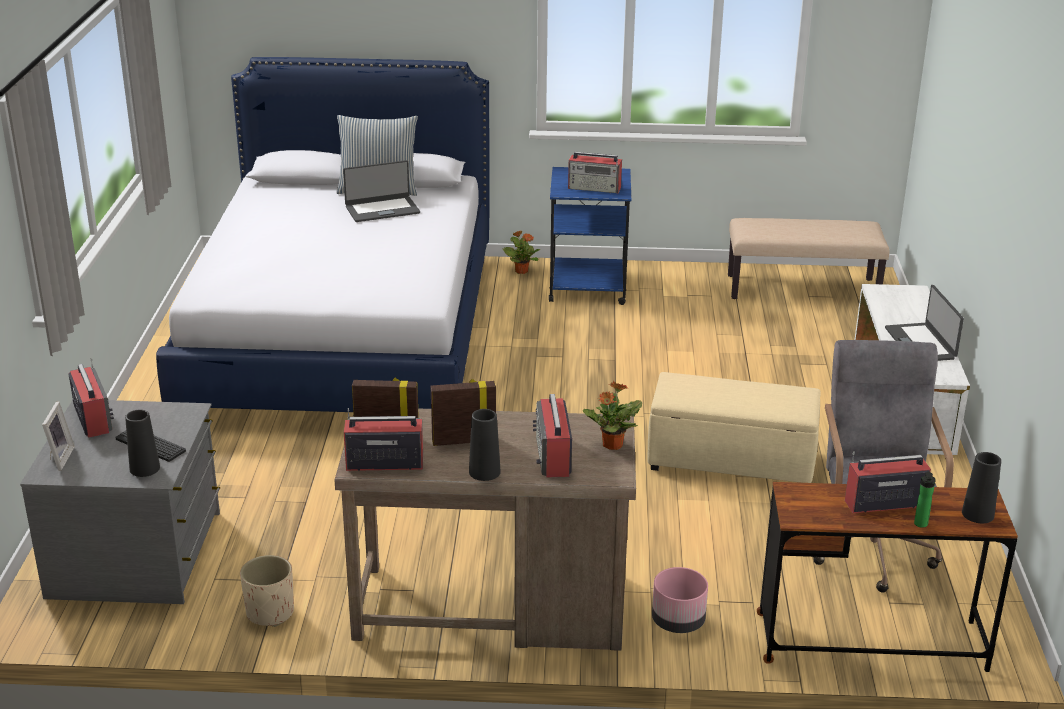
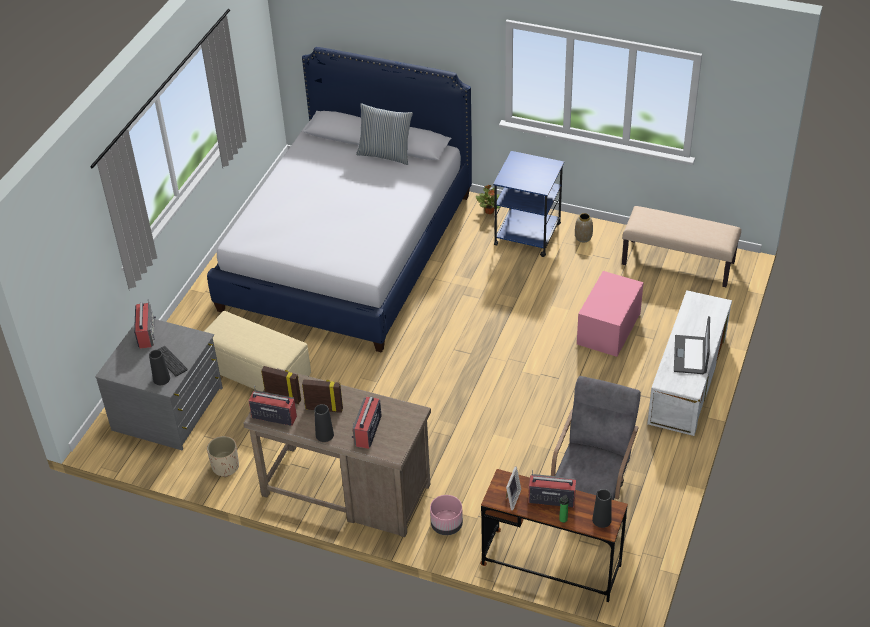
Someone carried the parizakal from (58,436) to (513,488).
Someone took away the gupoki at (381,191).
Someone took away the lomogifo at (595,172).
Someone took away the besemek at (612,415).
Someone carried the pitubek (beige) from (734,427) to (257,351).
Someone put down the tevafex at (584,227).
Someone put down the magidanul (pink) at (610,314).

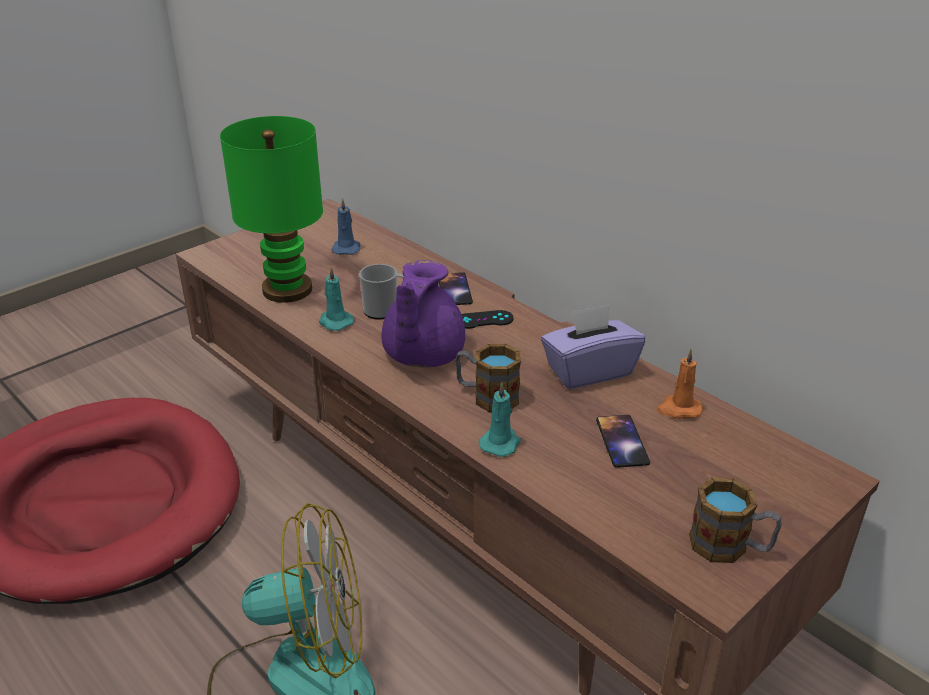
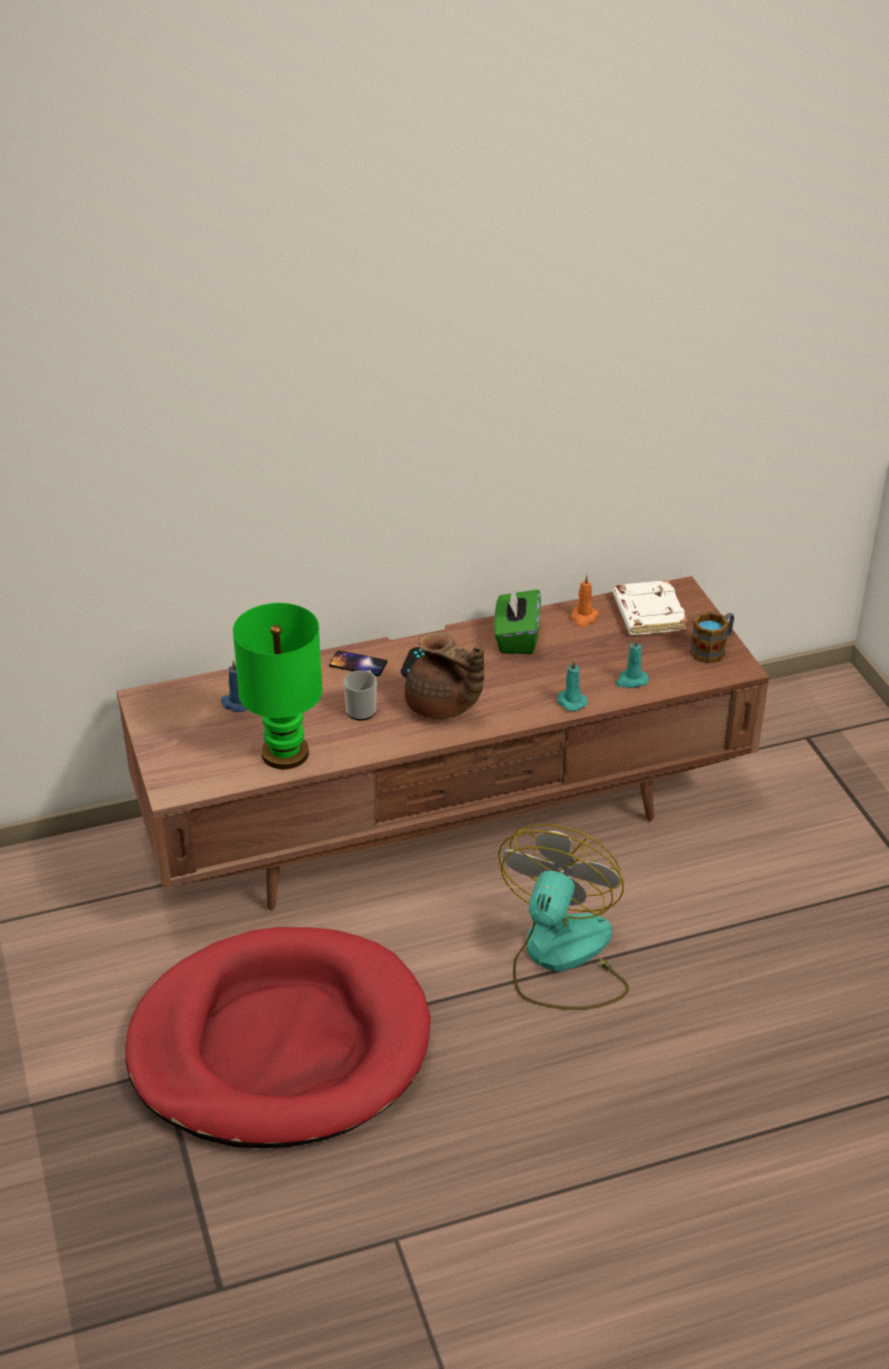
Someone carried the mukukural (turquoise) from (336,299) to (632,662).
Someone repainted the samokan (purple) at (423,313), which became the samokan (brown) at (444,675).
Someone took away the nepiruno at (488,378).
Someone repainted the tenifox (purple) at (593,346), which became the tenifox (green) at (517,620).
Someone took away the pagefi at (623,441).
Someone put down the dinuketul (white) at (650,607).

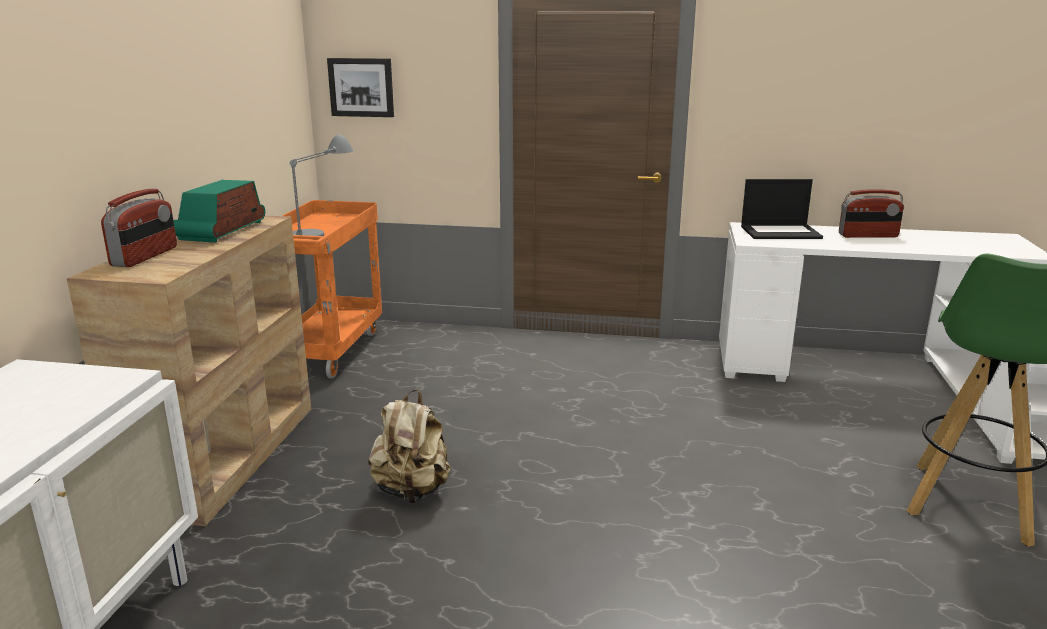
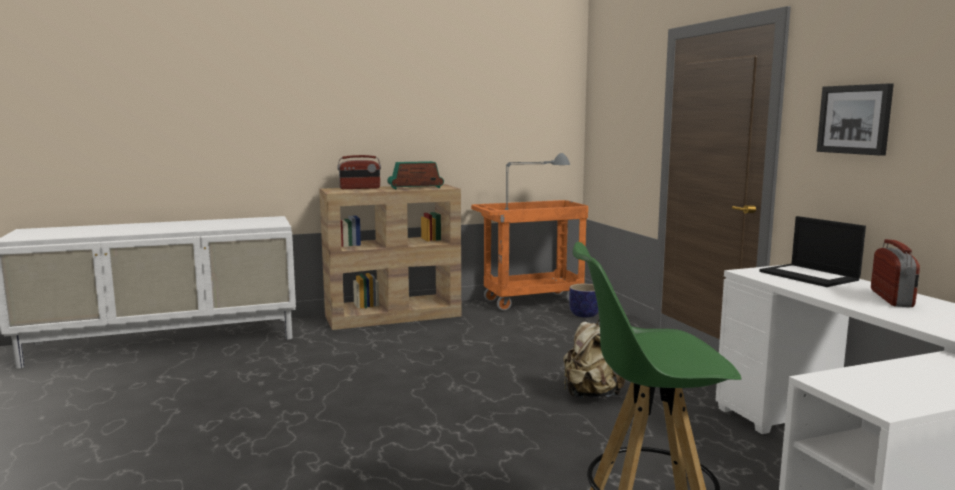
Someone carried the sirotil from (360,87) to (855,119).
Someone carried the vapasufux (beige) from (409,446) to (594,359).
Someone rotated the lomogifo at (871,213) by 135 degrees counterclockwise.
Someone put down the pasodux at (584,301).

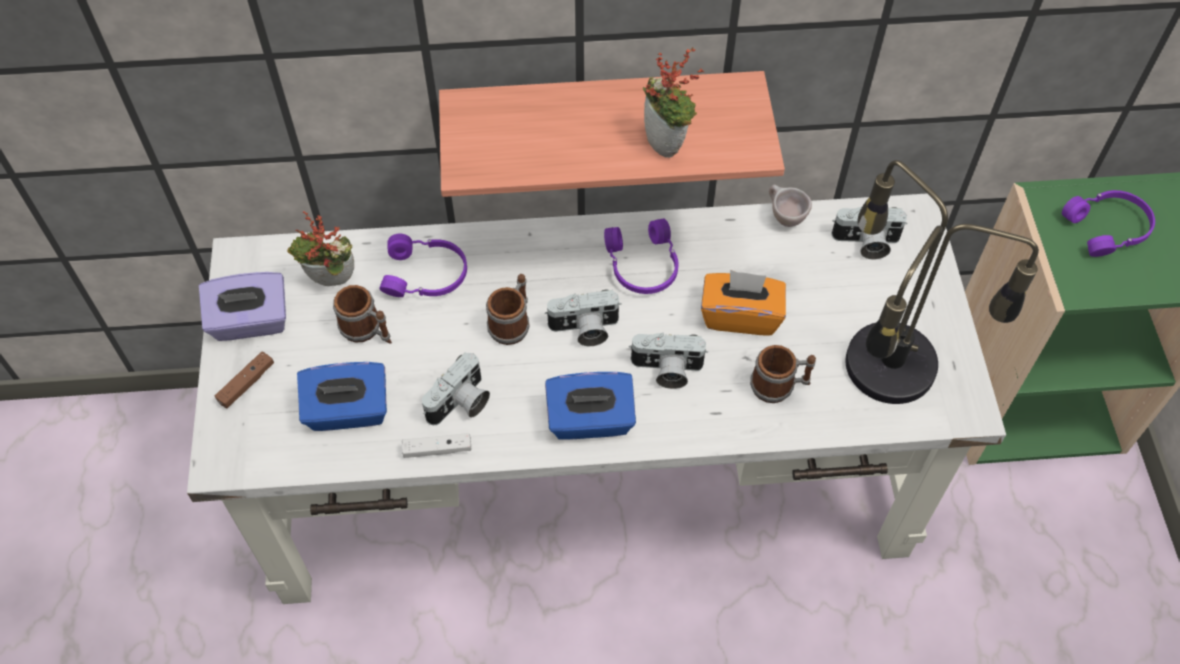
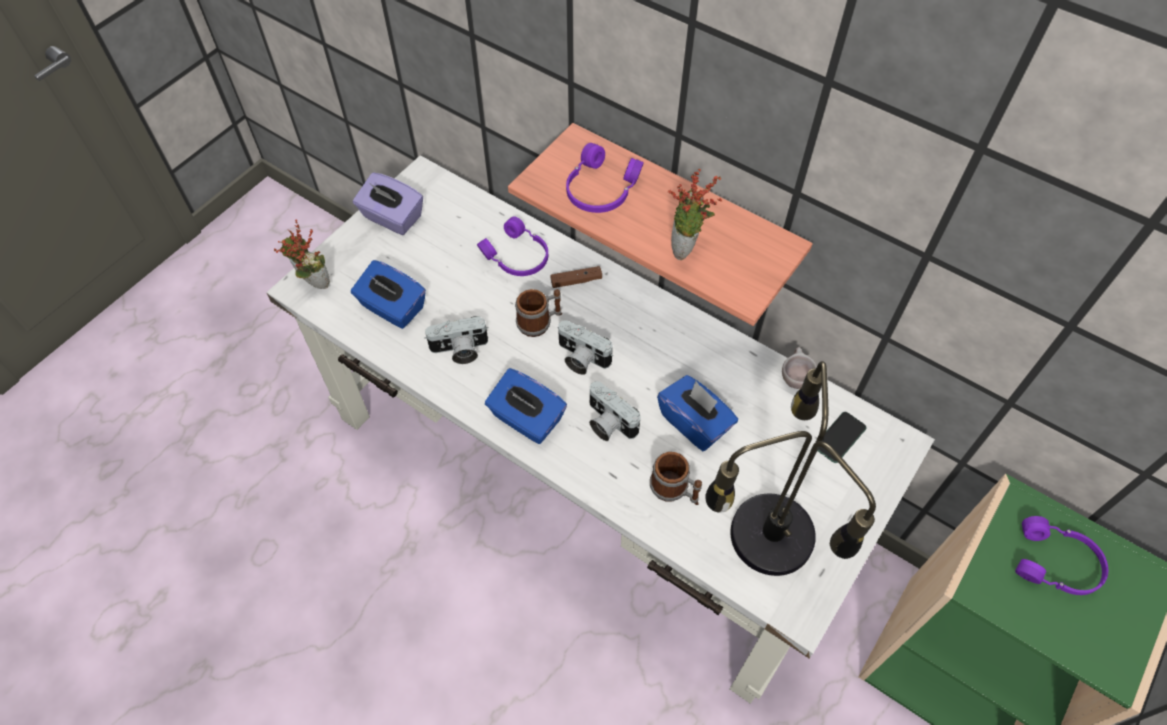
Someone carried the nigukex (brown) from (244,380) to (576,277).
Someone carried the besemek from (320,248) to (302,254).
Someone took away the nepiruno at (362,314).
Someone took away the nigukex (white) at (436,445).
Someone carried the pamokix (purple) from (641,256) to (605,178).
Someone repainted the tenifox (orange) at (743,303), which became the tenifox (blue) at (697,413).
Someone swapped the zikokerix at (869,233) for the pagefi at (842,437).

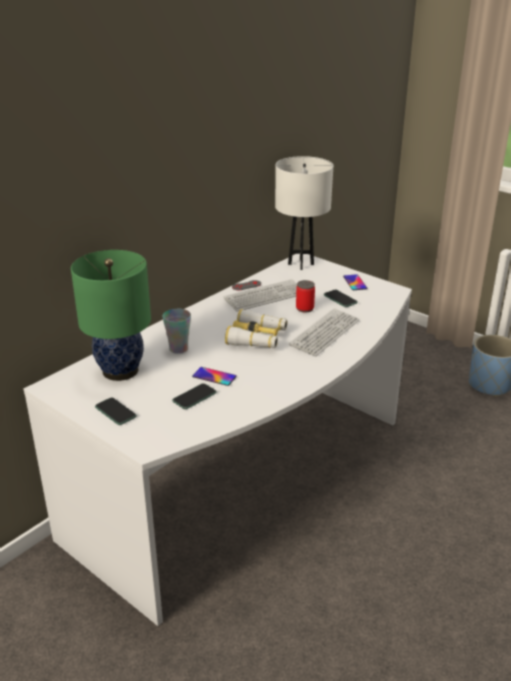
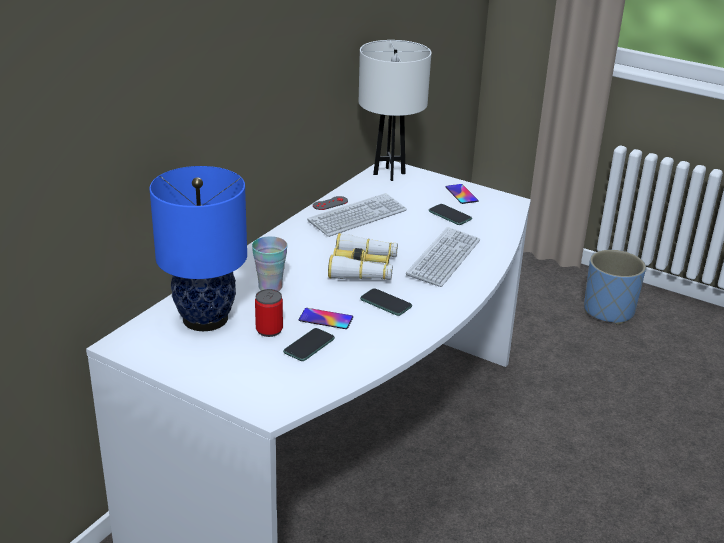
Someone repainted the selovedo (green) at (111,315), which became the selovedo (blue) at (198,248).
Someone carried the pagefi from (116,411) to (386,302).
Someone carried the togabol from (305,296) to (269,313).

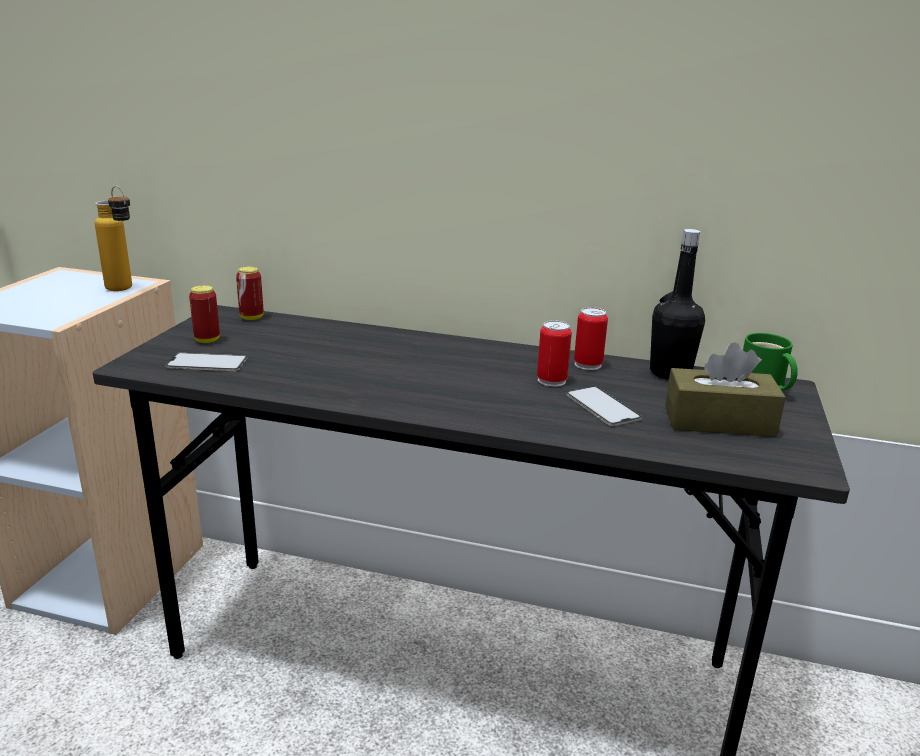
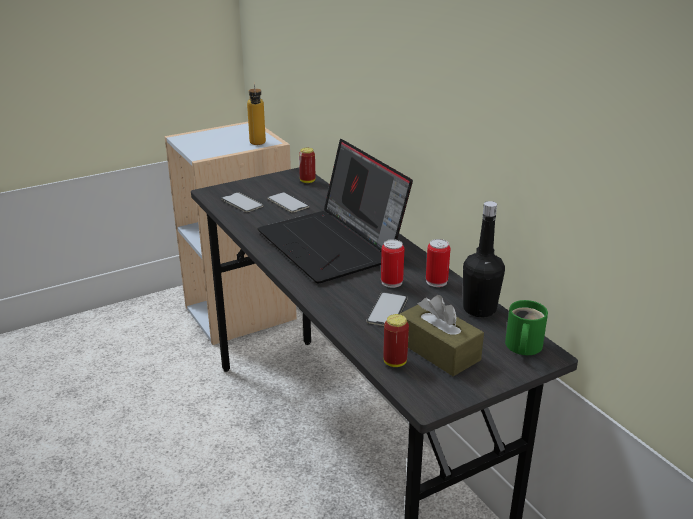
Someone carried the togabol from (204,314) to (396,340).
Someone put down the gupoki at (335,211).
Someone put down the pagefi at (288,202).

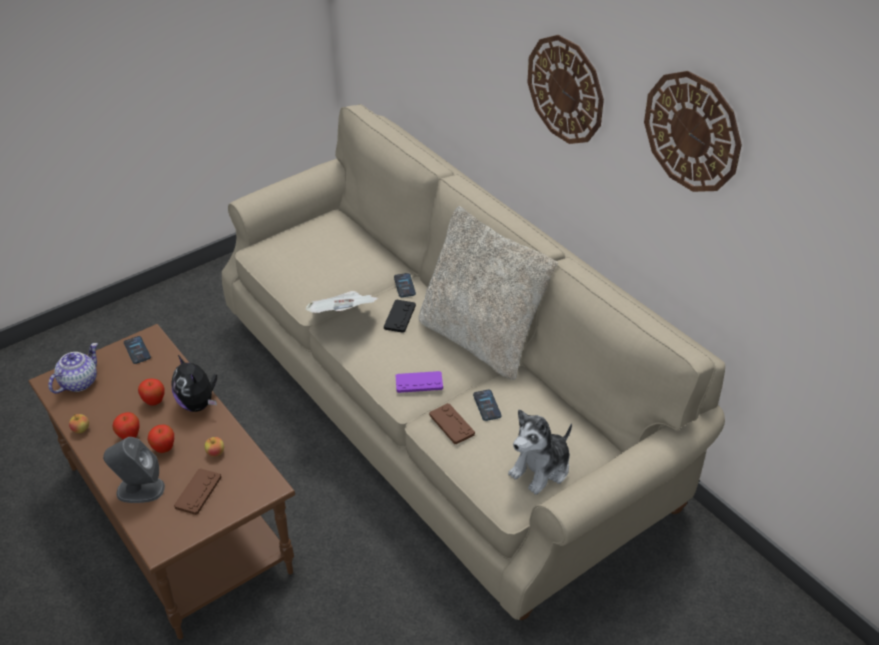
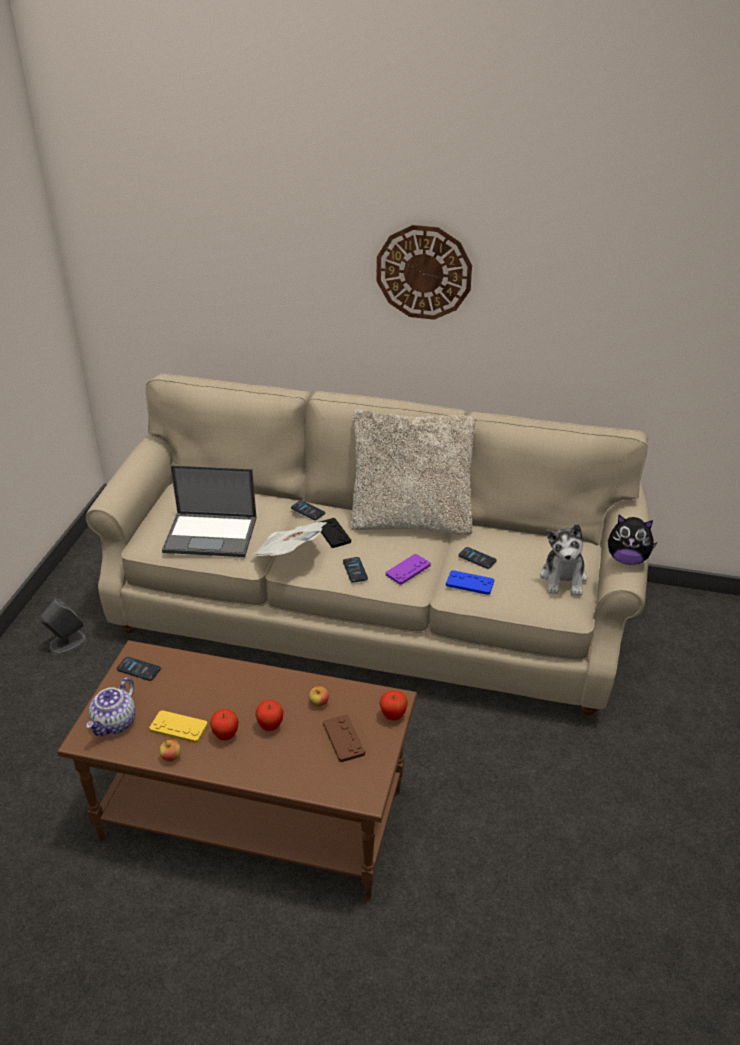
Someone rotated the samokan at (73,368) by 150 degrees counterclockwise.
Someone carried the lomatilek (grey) from (134,470) to (63,626).
Someone carried the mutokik from (151,392) to (393,705).
Someone carried the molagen from (194,383) to (633,540).
Someone repainted the nigukex (brown) at (452,423), which became the nigukex (blue) at (470,582).
Someone took away the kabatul at (693,131).
Someone put down the nigukex (yellow) at (178,726).
Someone put down the gupoki at (209,511).
Someone put down the pagefi at (355,570).

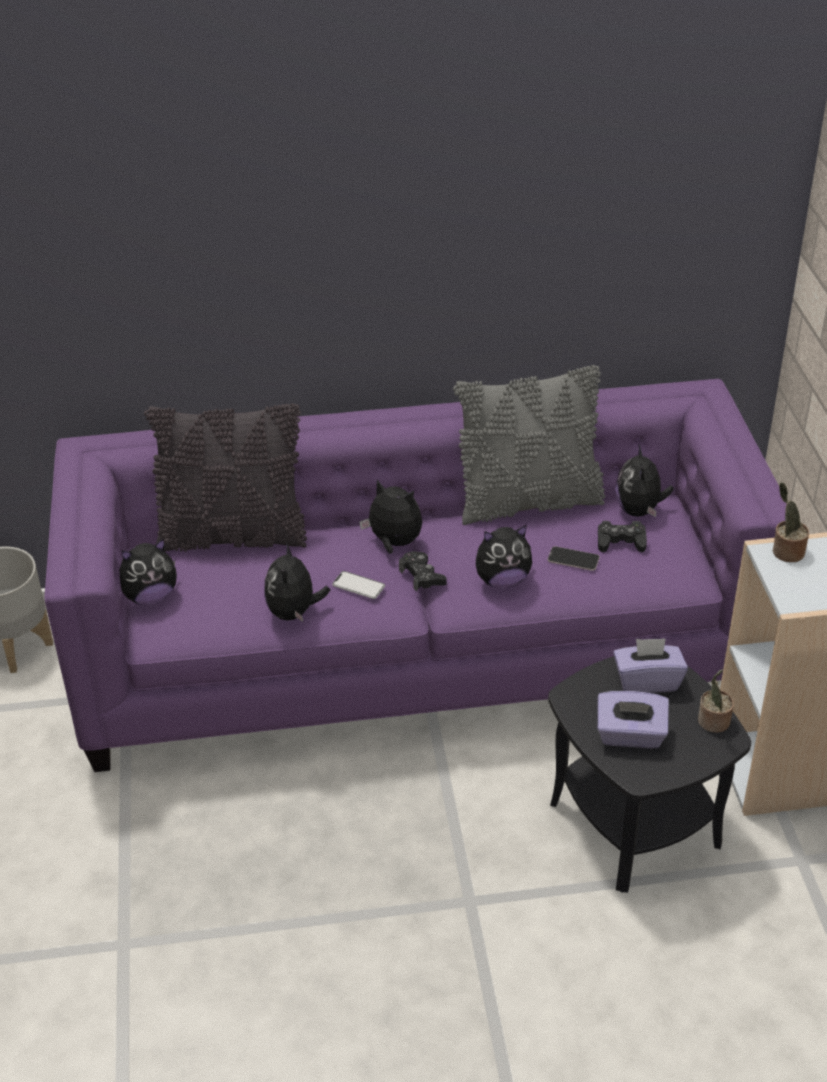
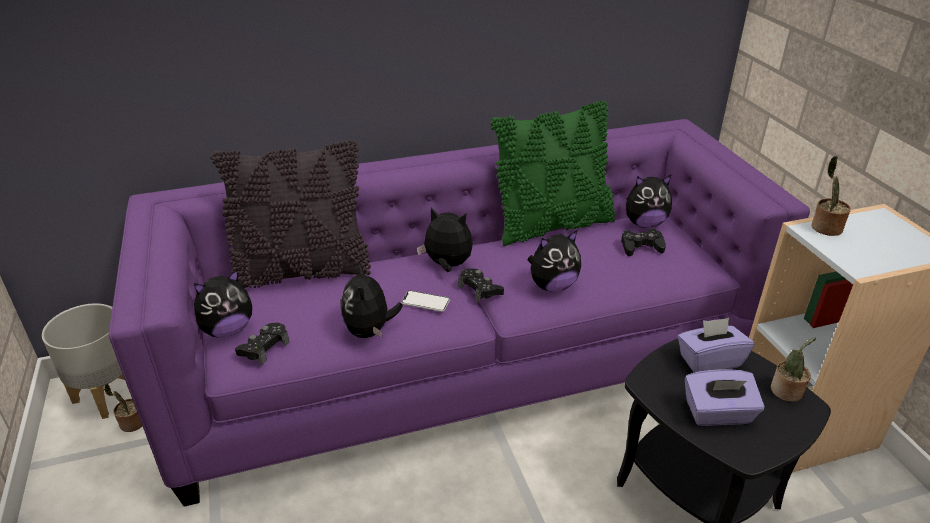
Someone repainted the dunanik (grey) at (529,445), which became the dunanik (green) at (552,173).
Someone took away the pagefi at (574,558).
Someone rotated the molagen at (644,481) by 90 degrees counterclockwise.
Someone put down the besemek at (123,407).
Someone put down the nigukex (black) at (262,343).

